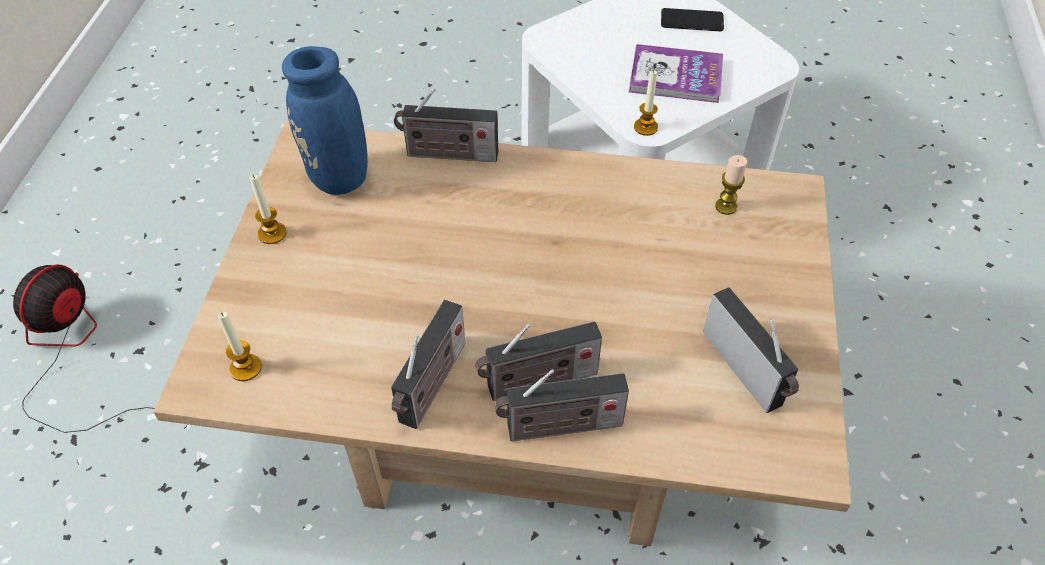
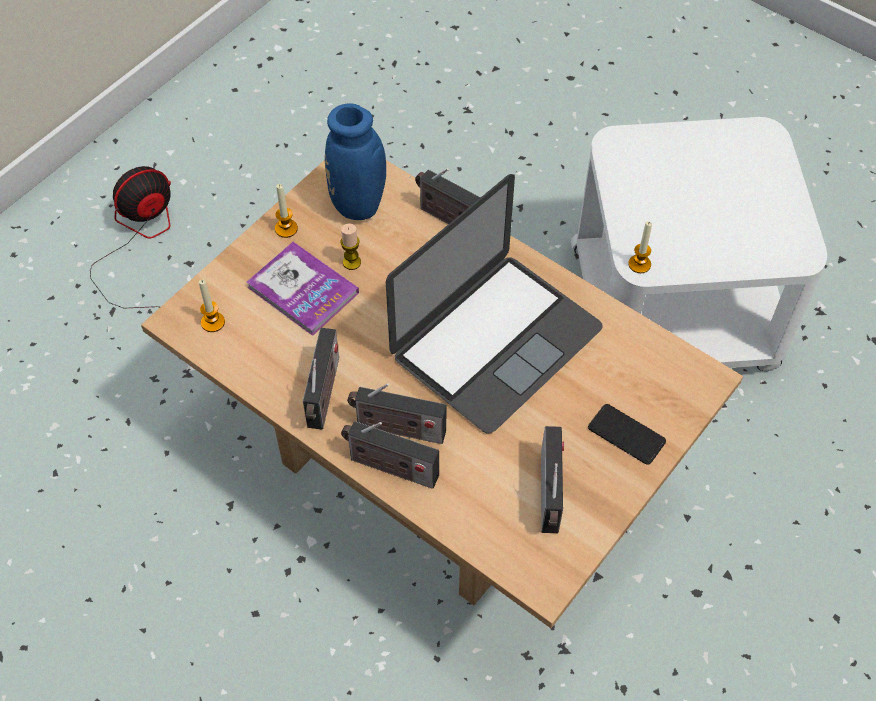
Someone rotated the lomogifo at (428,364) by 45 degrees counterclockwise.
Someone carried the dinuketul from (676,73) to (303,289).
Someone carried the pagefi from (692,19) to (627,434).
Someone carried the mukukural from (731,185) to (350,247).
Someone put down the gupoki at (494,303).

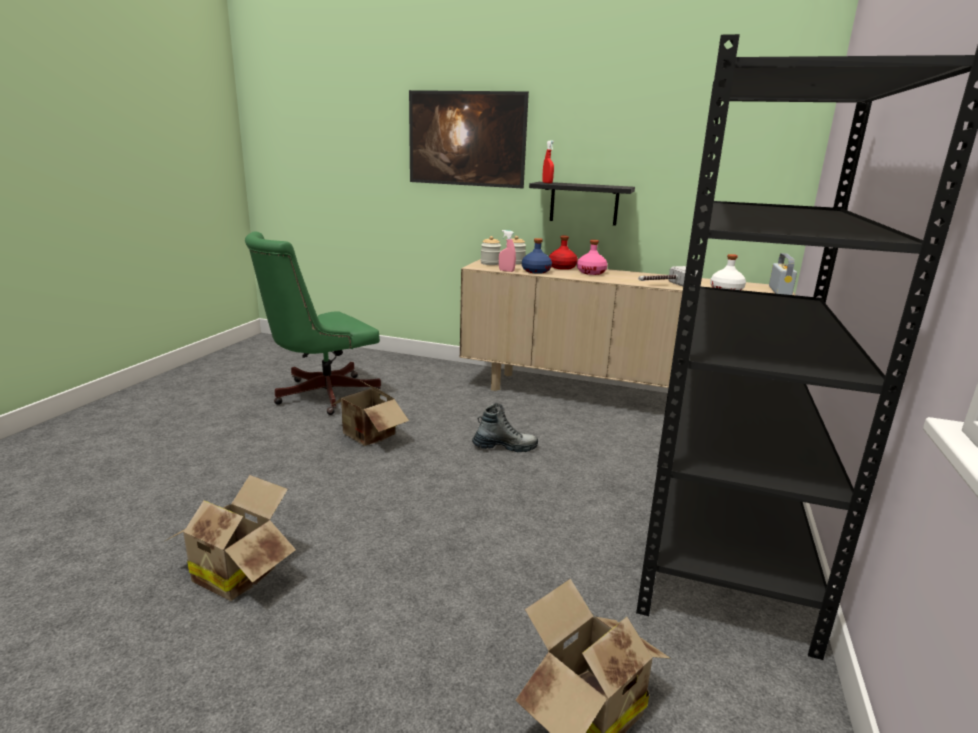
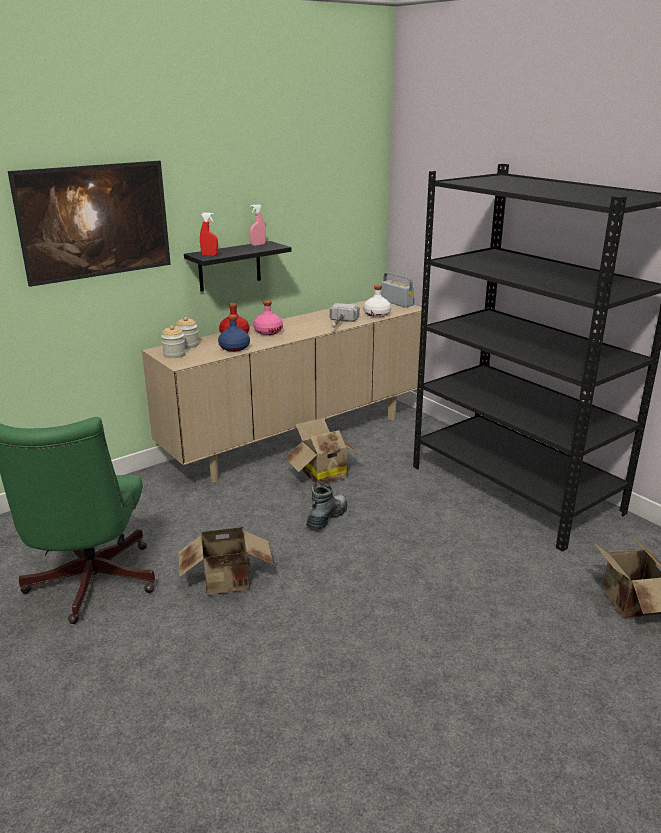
Someone carried the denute from (230,538) to (323,451).
Someone carried the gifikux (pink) from (507,251) to (258,225).

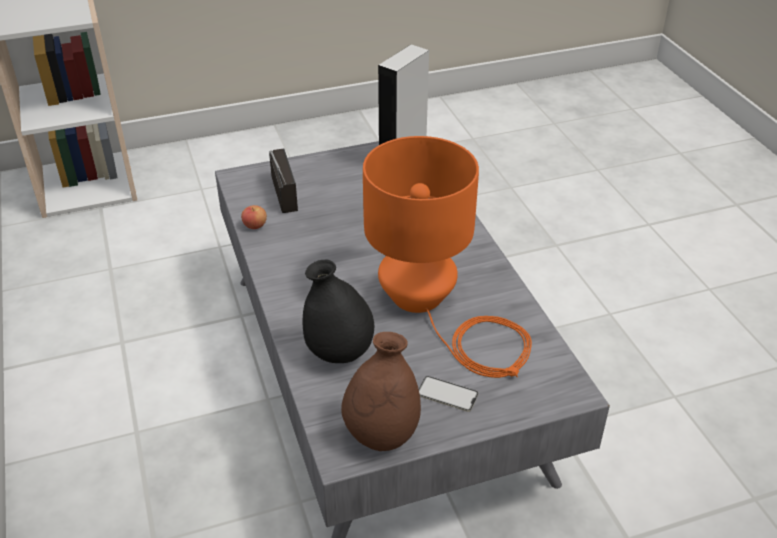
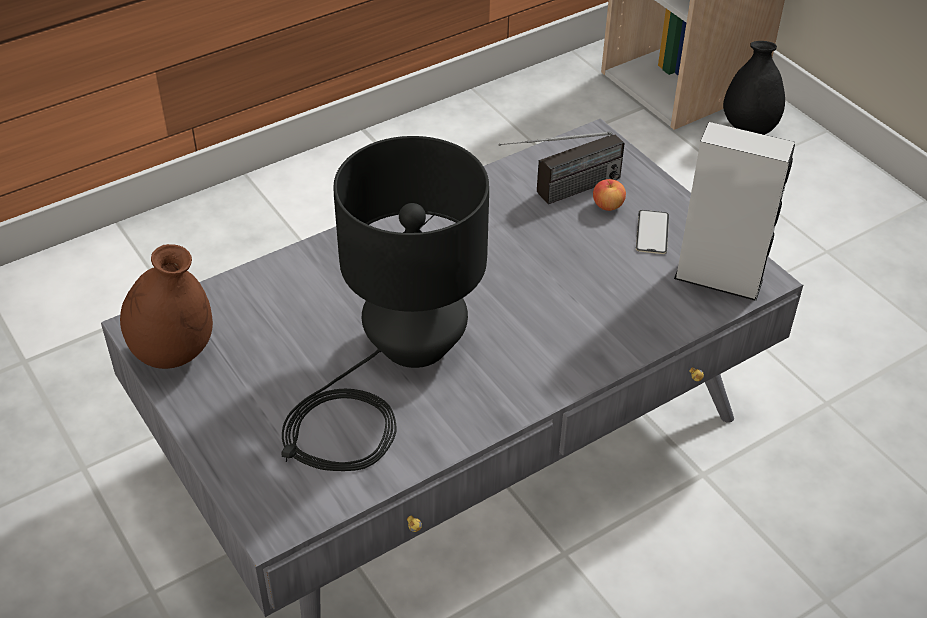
Someone carried the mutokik from (254,217) to (609,195).
Someone carried the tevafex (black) from (338,311) to (754,88).
Someone repainted the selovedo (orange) at (447,257), which became the selovedo (black) at (385,303).
Someone carried the pagefi from (448,394) to (652,232).

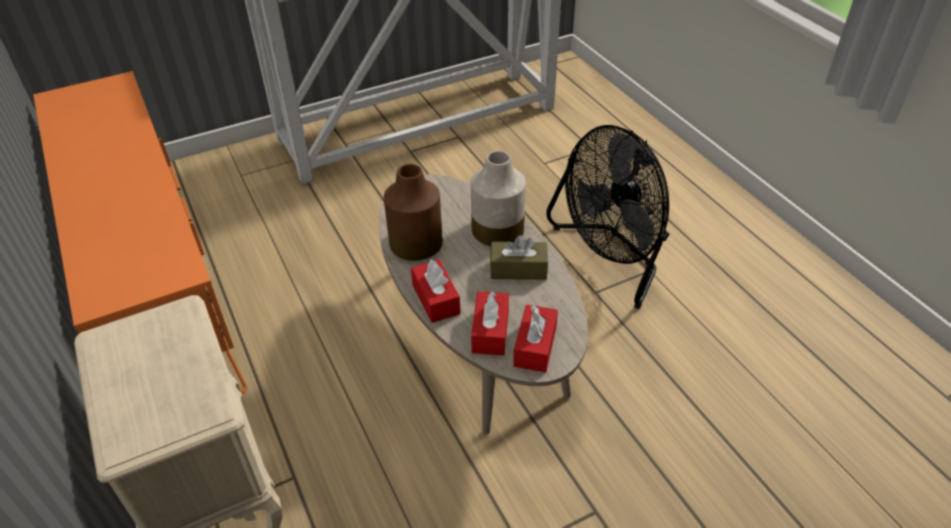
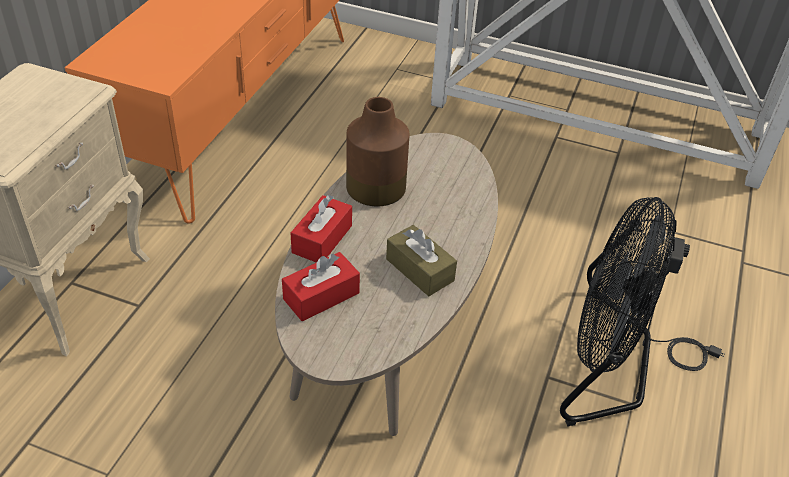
Someone took away the tevafex (beige) at (498,198).
Someone took away the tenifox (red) at (535,338).

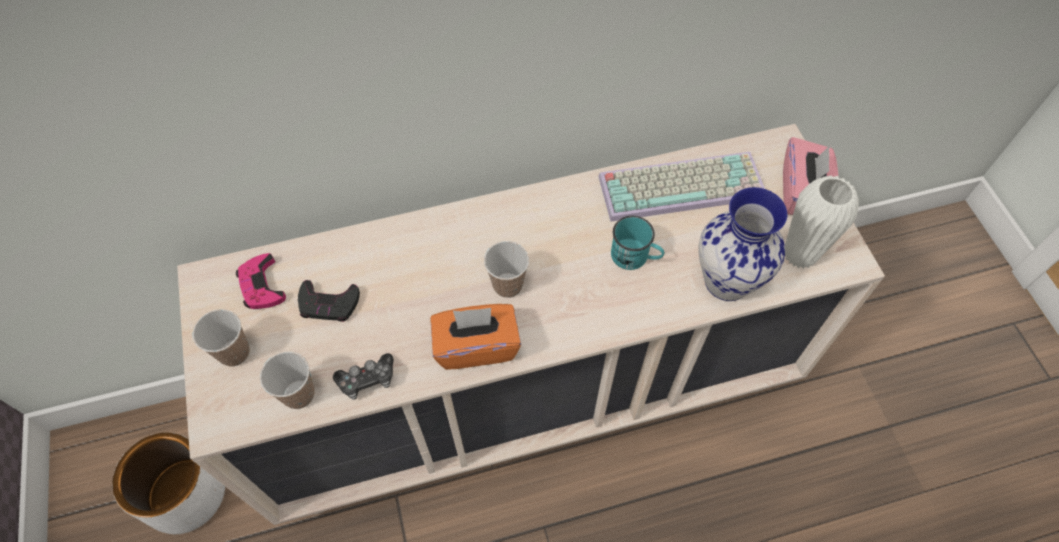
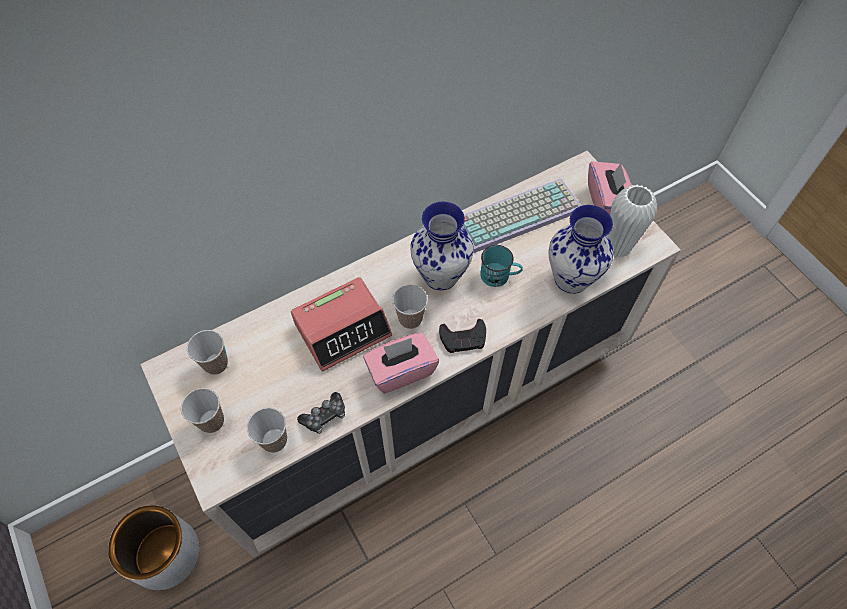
Someone swapped the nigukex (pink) at (261,281) for the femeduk at (207,352).
Someone carried the nigukex (black) from (329,301) to (462,336).
Someone repainted the tenifox (orange) at (475,337), which became the tenifox (pink) at (401,363).
Someone put down the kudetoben at (341,324).
Someone put down the tevafex at (442,246).

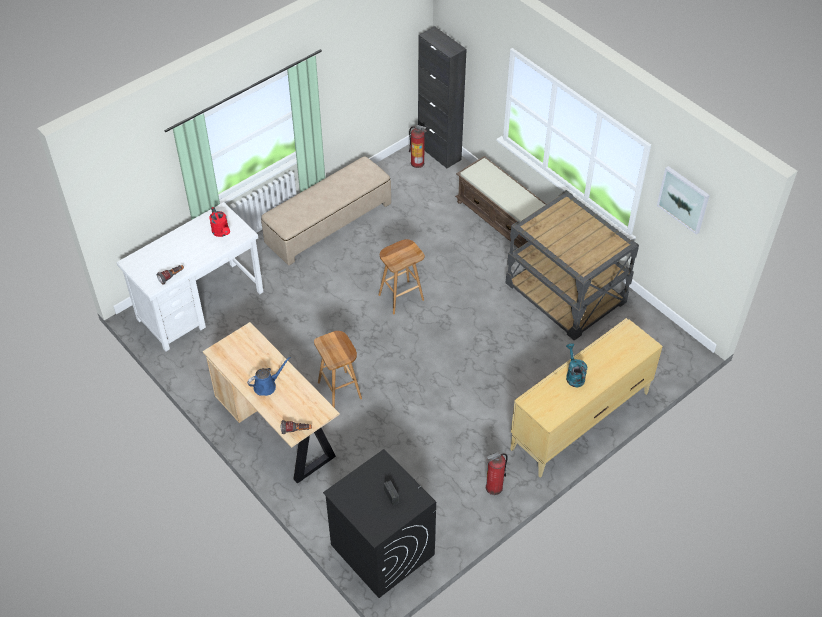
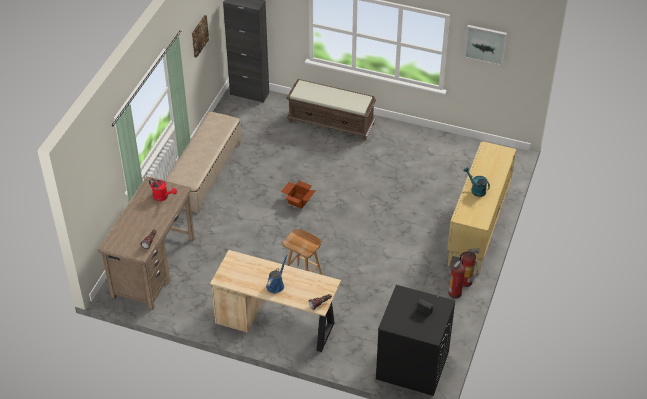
Someone repainted the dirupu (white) at (190,277), which became the dirupu (brown) at (146,243).
Someone swapped the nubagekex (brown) at (402,276) for the denute at (298,195).
Someone carried the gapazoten from (418,146) to (470,267).
Someone took away the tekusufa at (572,265).
Someone put up the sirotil at (200,36).

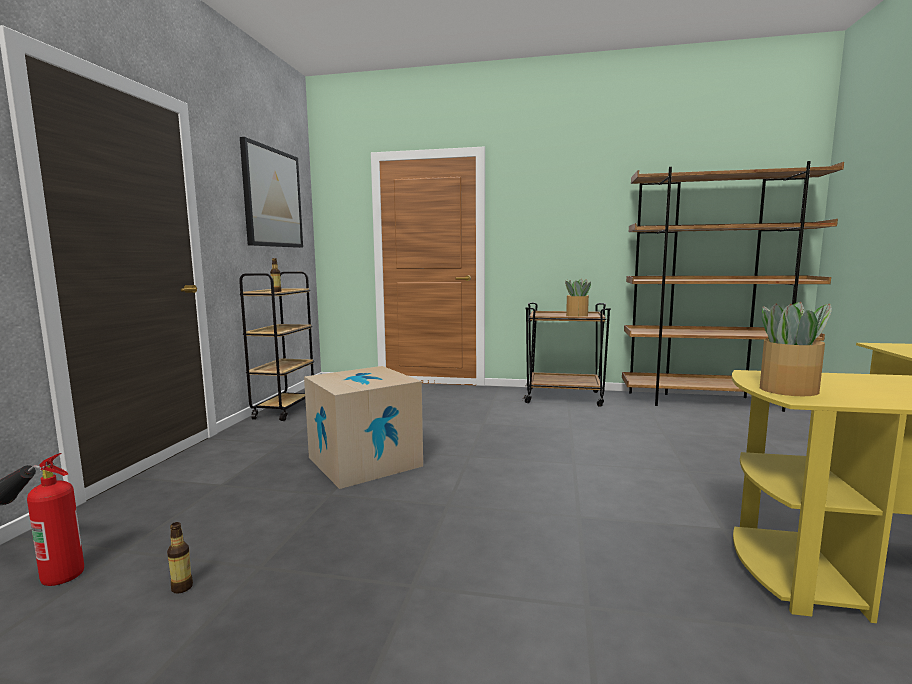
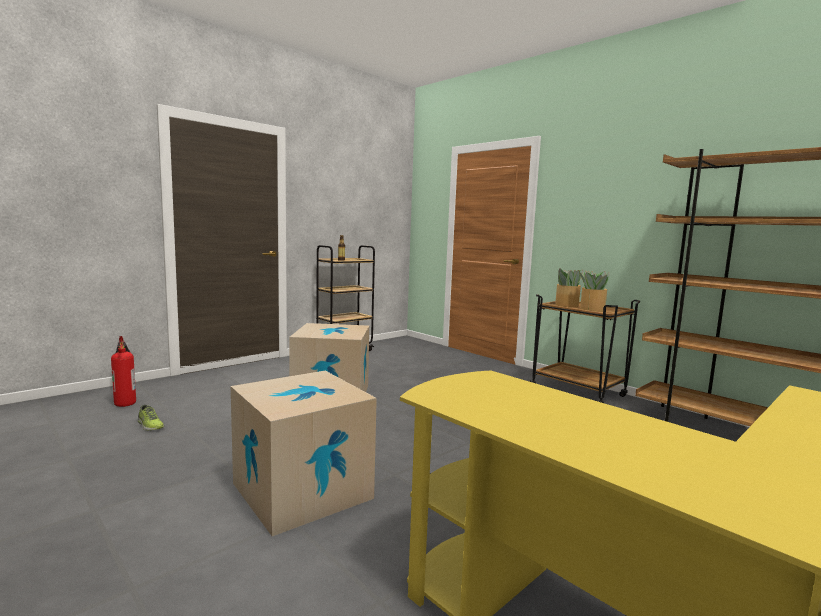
Someone swapped the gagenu at (180,558) for the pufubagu at (151,418).
Someone took away the sirotil at (271,192).
Someone carried the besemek from (796,349) to (569,288).
Someone put down the denute at (304,453).

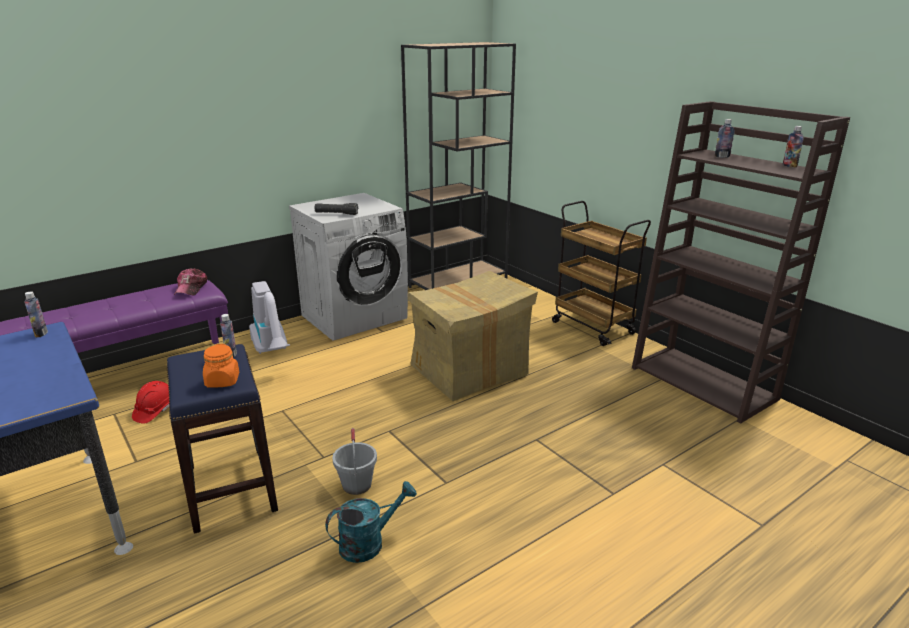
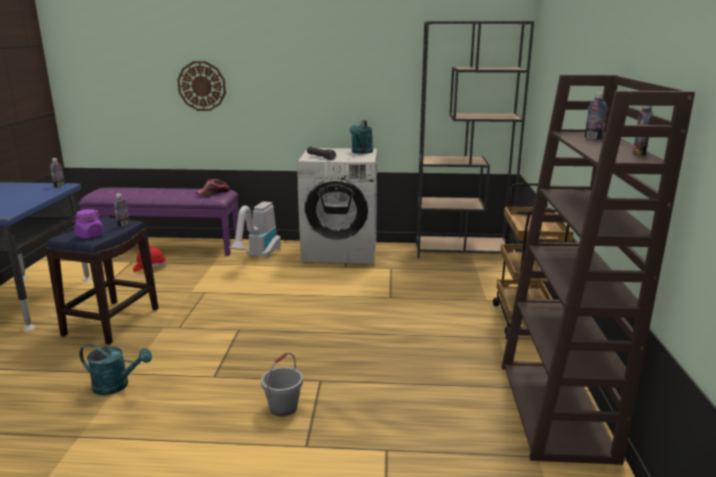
Someone repainted the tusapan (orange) at (221,366), which became the tusapan (purple) at (88,224).
Someone carried the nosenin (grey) from (354,461) to (282,384).
Someone took away the denute at (473,336).
Someone put up the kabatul at (201,86).
Someone put down the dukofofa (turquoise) at (361,137).

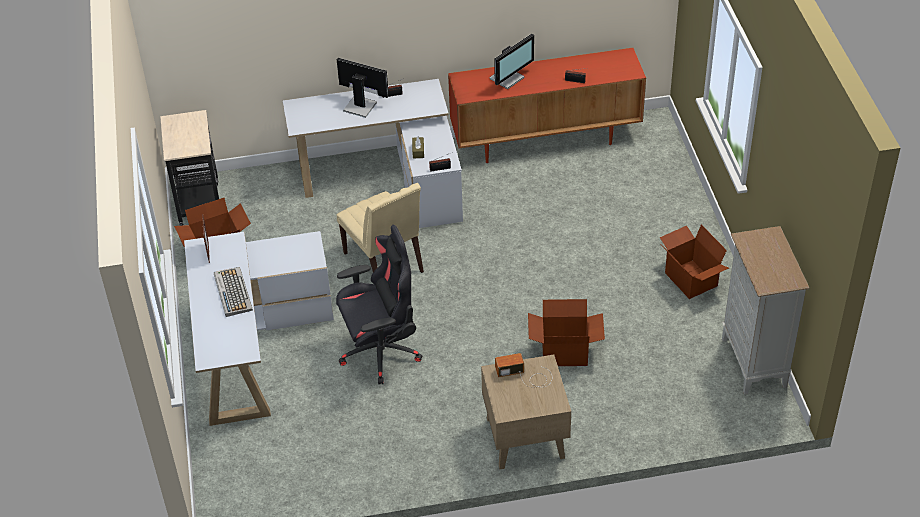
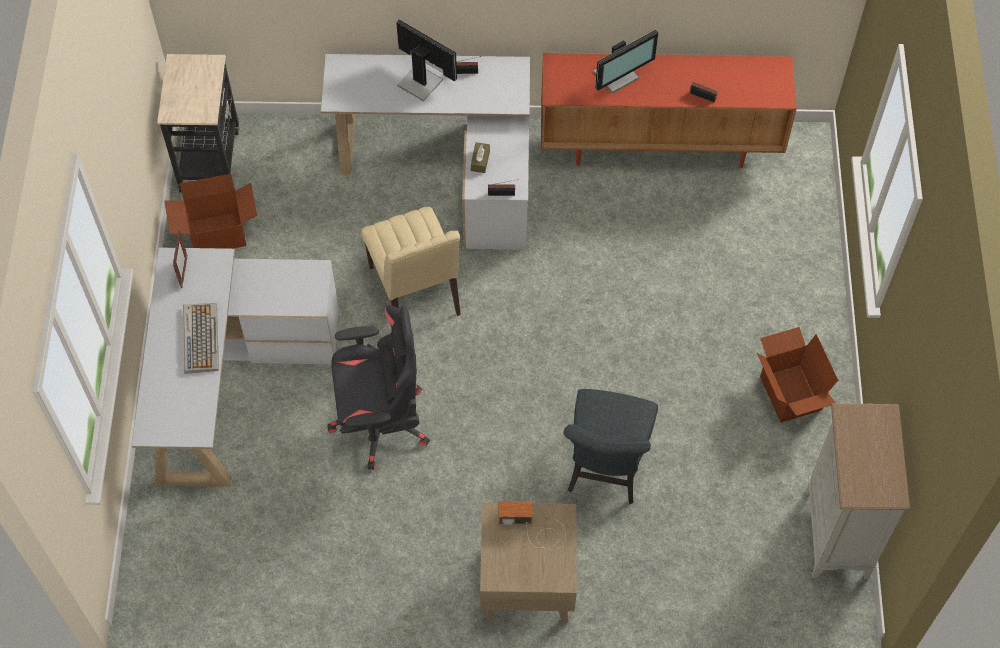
Someone swapped the denute at (566,332) for the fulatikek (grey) at (610,446).

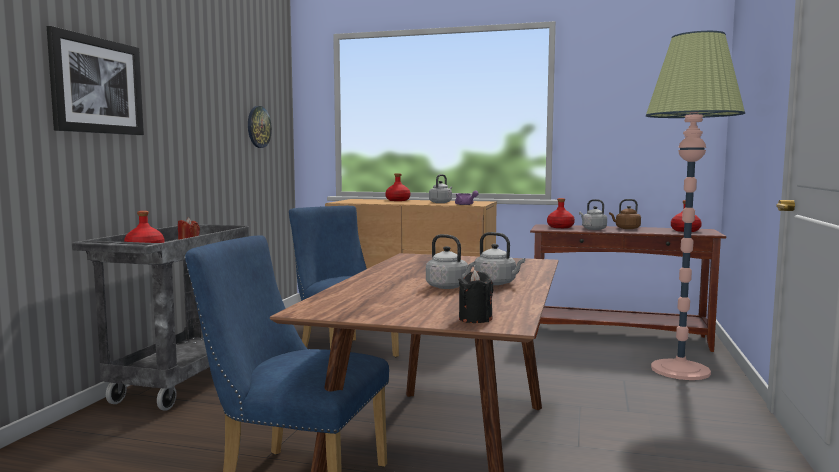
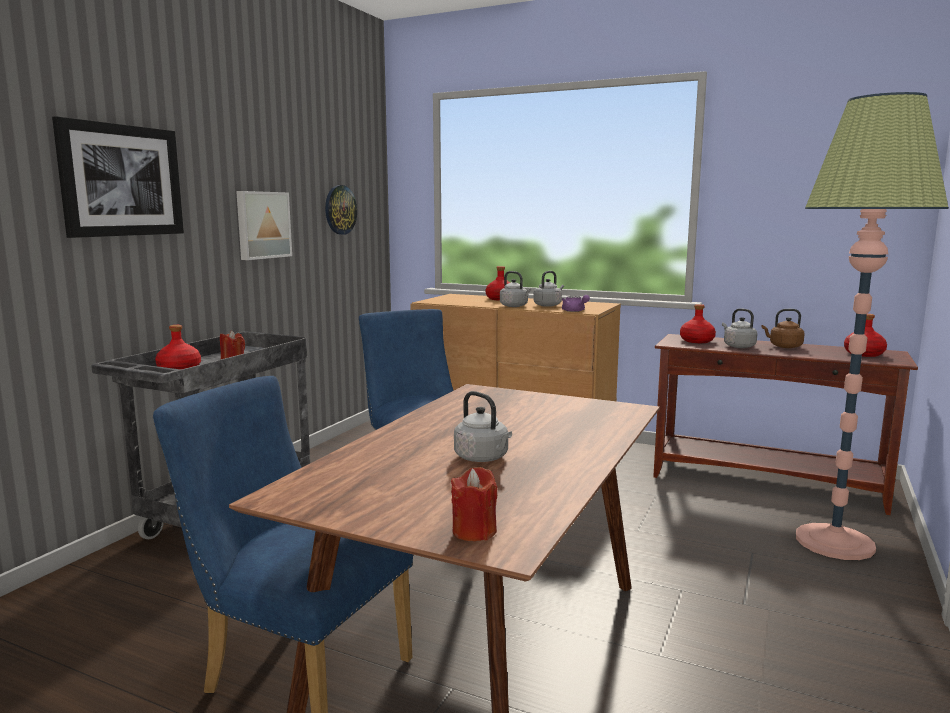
Someone repainted the mukukural (black) at (475,296), which became the mukukural (red) at (474,504).
Someone carried the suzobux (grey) from (499,258) to (515,289).
Someone put up the sirotil at (264,225).

